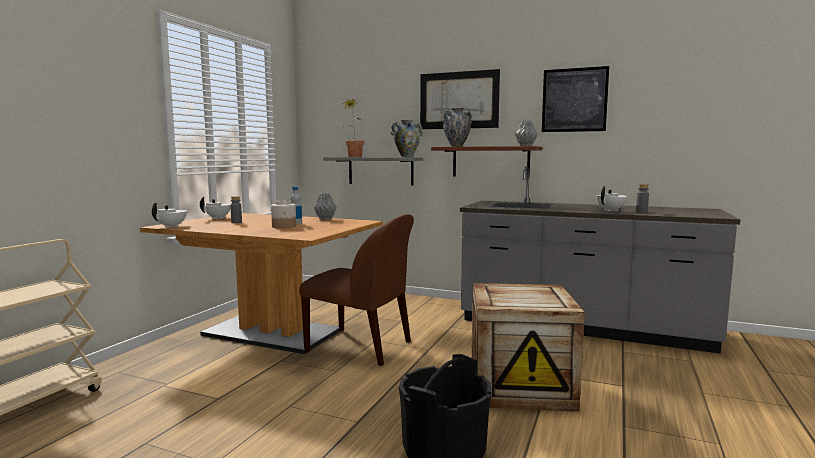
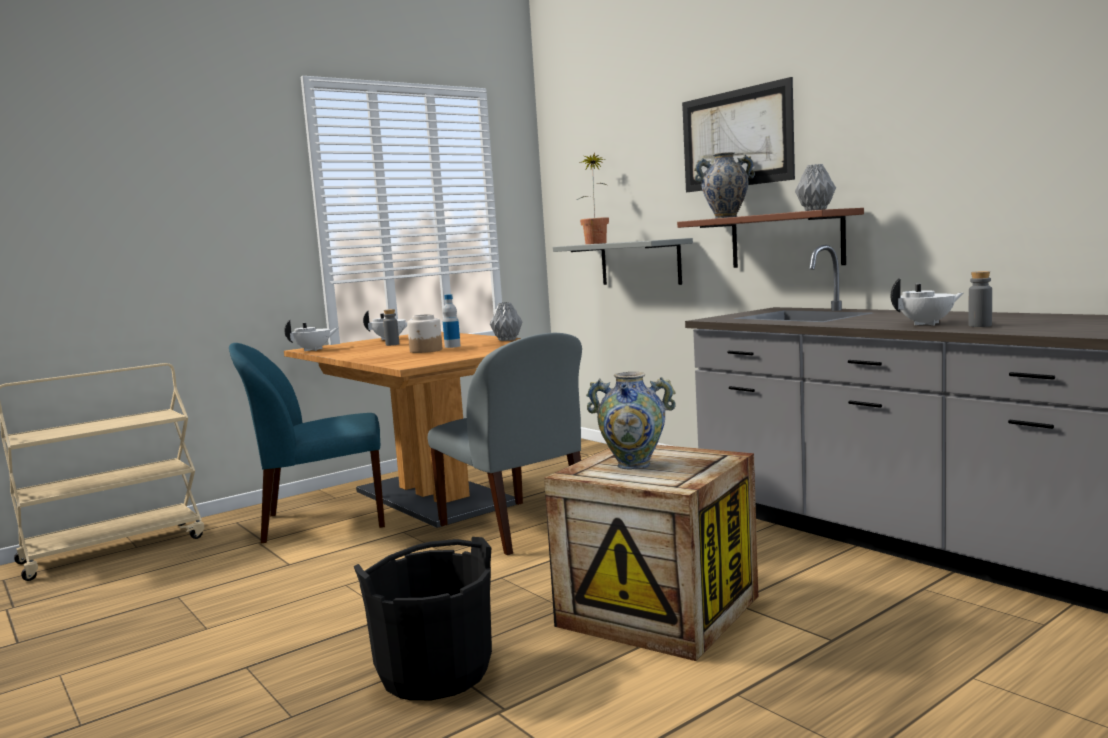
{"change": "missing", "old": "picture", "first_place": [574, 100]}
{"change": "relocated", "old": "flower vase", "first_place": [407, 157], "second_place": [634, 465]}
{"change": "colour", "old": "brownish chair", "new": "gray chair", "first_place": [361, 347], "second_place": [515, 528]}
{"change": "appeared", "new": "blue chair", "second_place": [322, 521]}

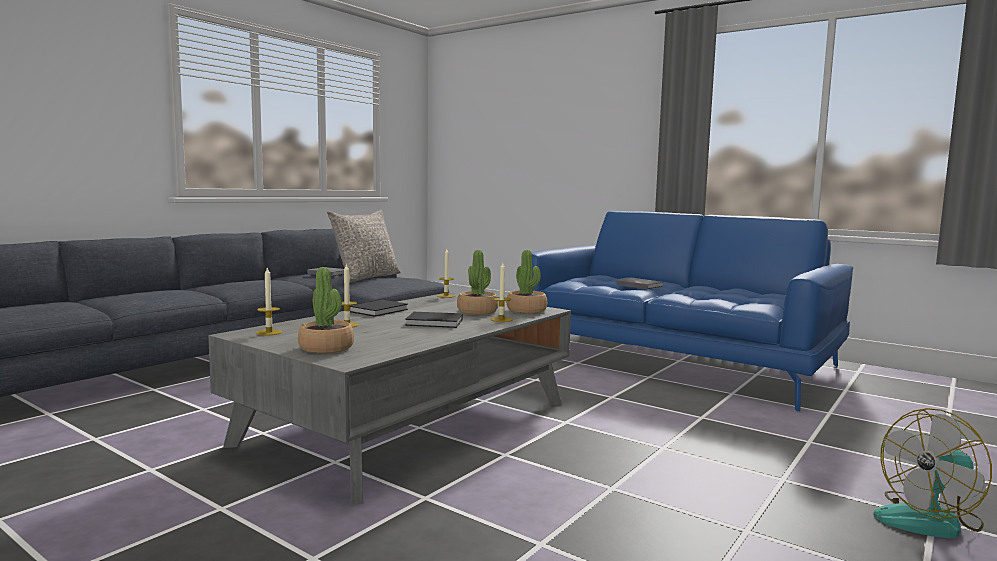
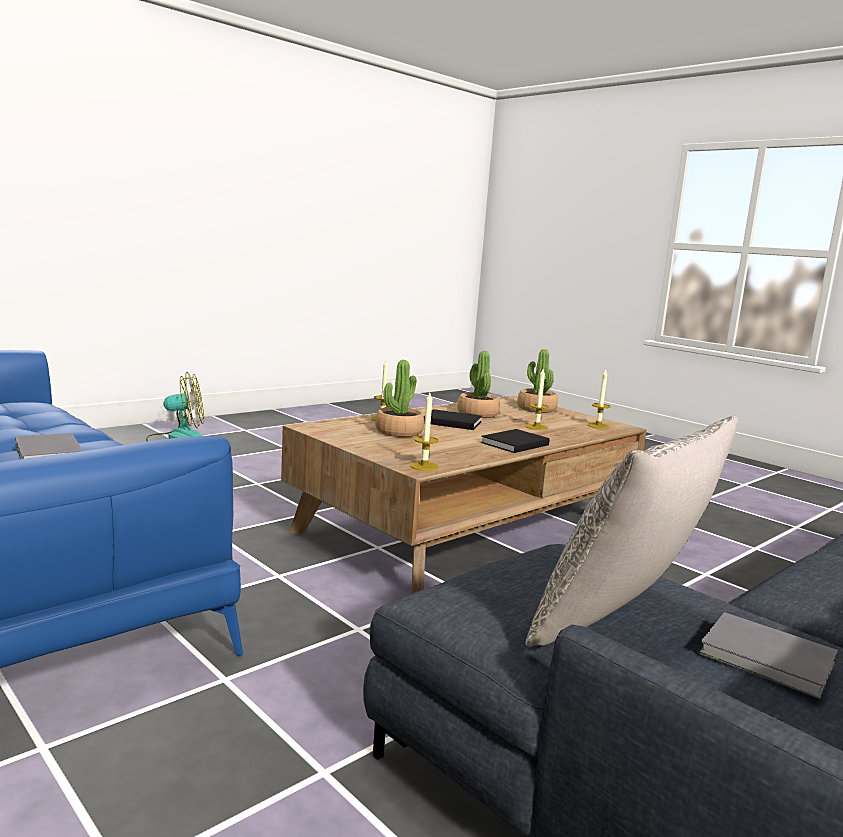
{"change": "relocated", "old": "houseplant", "first_place": [526, 310], "second_place": [477, 414]}
{"change": "colour", "old": "gray lounge table", "new": "brownish lounge table", "first_place": [411, 422], "second_place": [466, 529]}

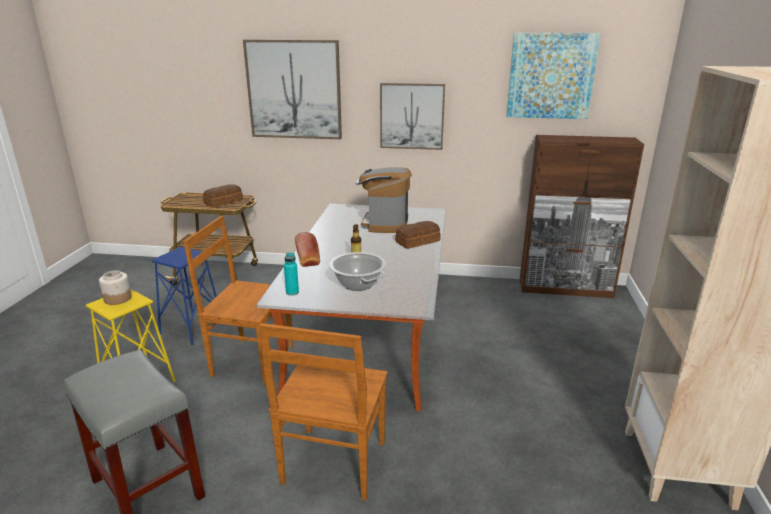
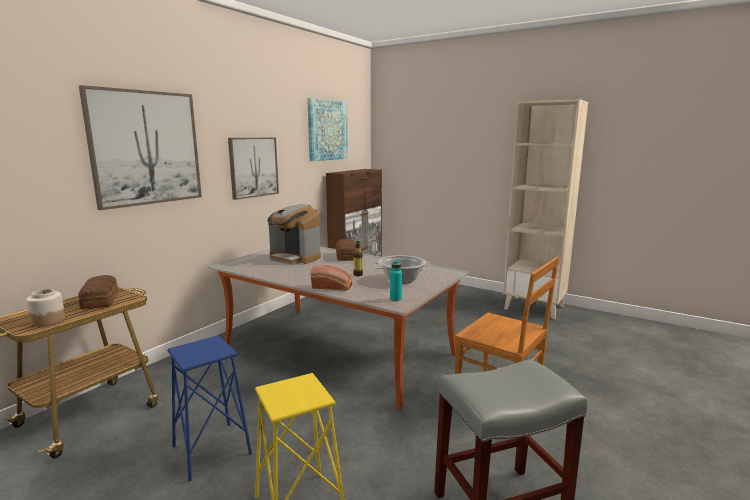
{"change": "missing", "old": "brownish chair", "first_place": [250, 360]}
{"change": "relocated", "old": "jar", "first_place": [118, 298], "second_place": [48, 321]}

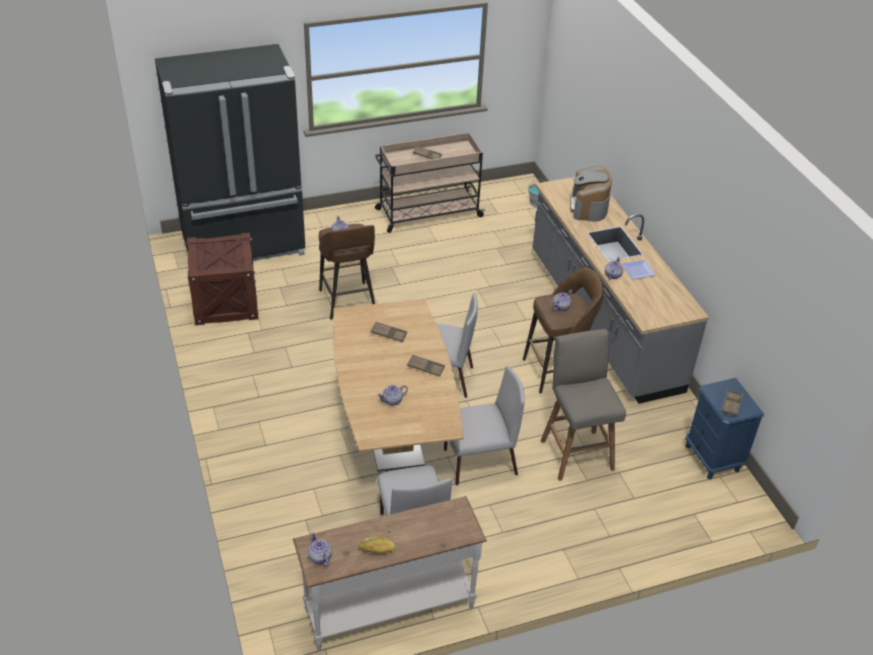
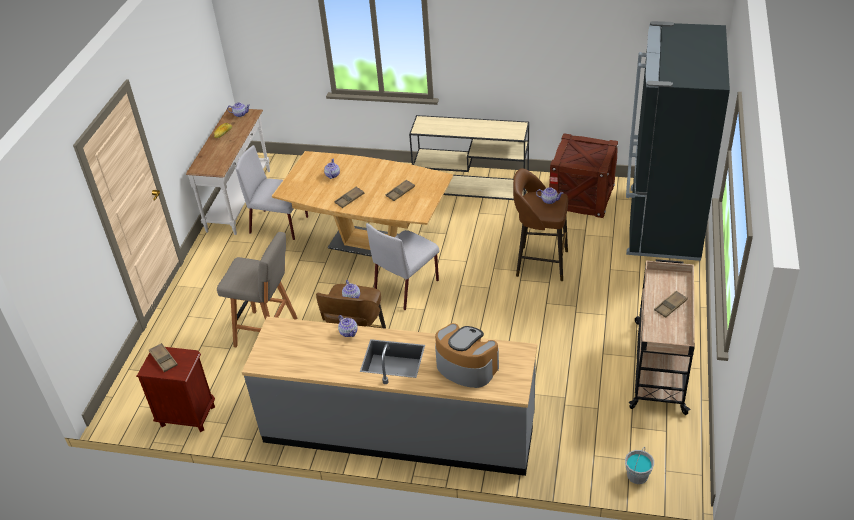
{"change": "missing", "old": "dinner plate", "first_place": [637, 270]}
{"change": "missing", "old": "gray chair", "first_place": [478, 462]}
{"change": "colour", "old": "blue night table", "new": "brownish night table", "first_place": [712, 458], "second_place": [187, 416]}
{"change": "appeared", "new": "beige-coloured console table", "second_place": [472, 186]}

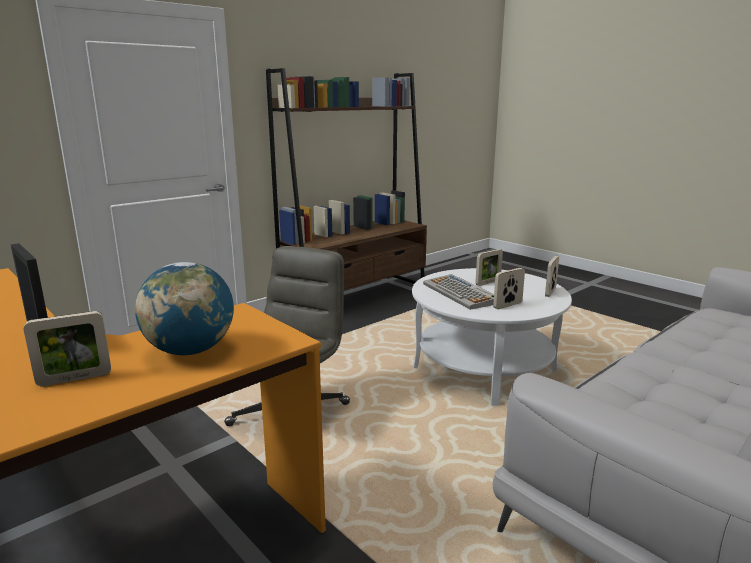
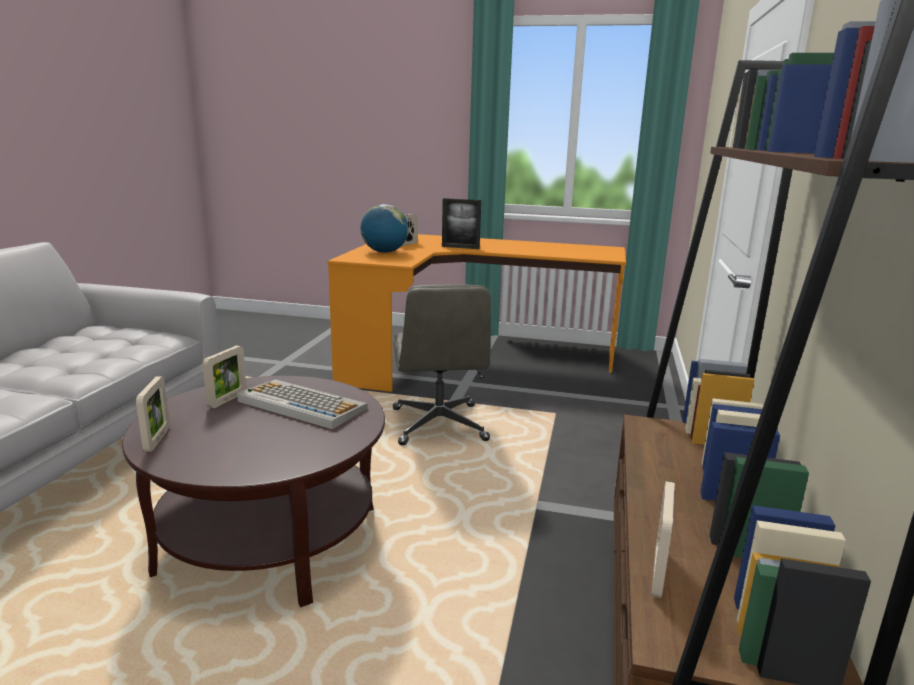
{"change": "relocated", "old": "photo frame", "first_place": [488, 283], "second_place": [658, 573]}
{"change": "colour", "old": "whitish lounge table", "new": "brownish lounge table", "first_place": [484, 369], "second_place": [270, 538]}

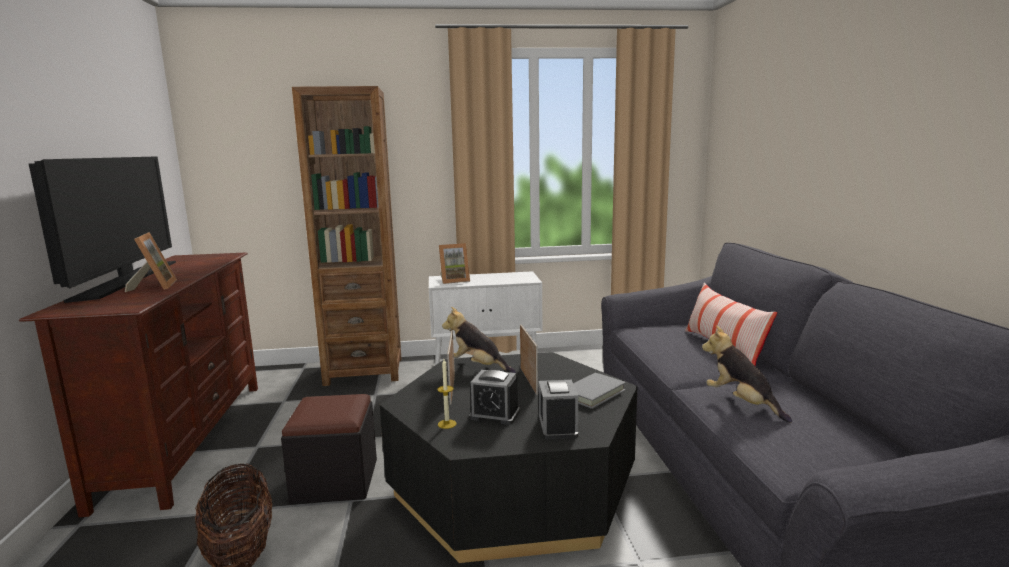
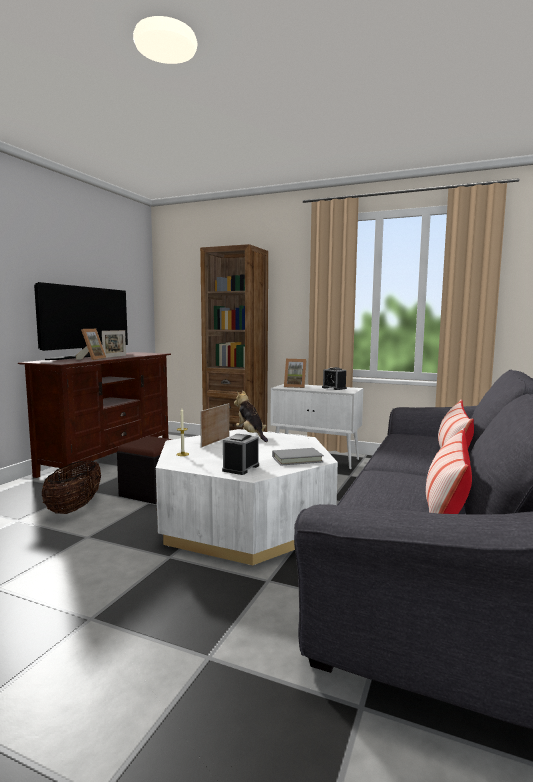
{"change": "relocated", "old": "photo frame", "first_place": [528, 381], "second_place": [114, 356]}
{"change": "missing", "old": "cuddly toy", "first_place": [742, 403]}
{"change": "colour", "old": "black lounge table", "new": "whitish lounge table", "first_place": [513, 486], "second_place": [245, 521]}
{"change": "relocated", "old": "alarm clock", "first_place": [494, 415], "second_place": [334, 388]}
{"change": "appeared", "new": "pillow", "second_place": [446, 508]}

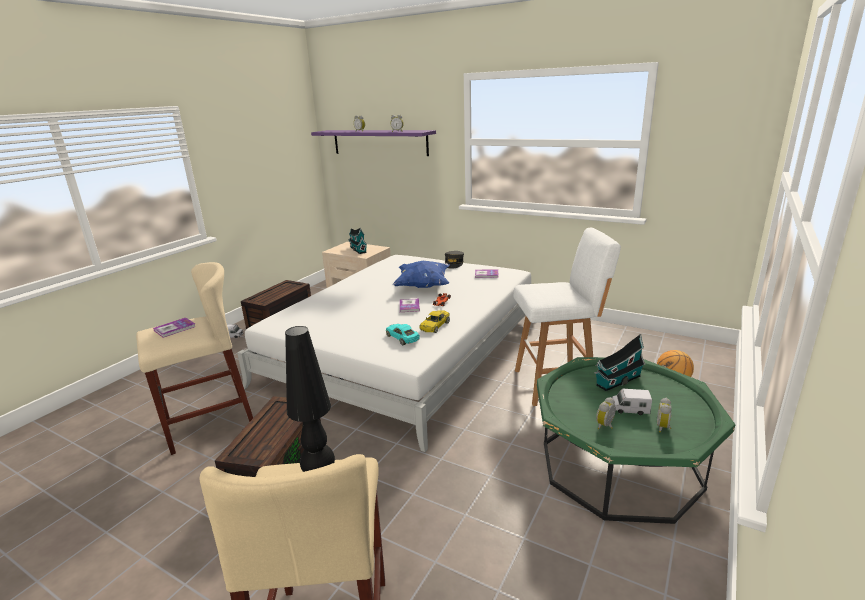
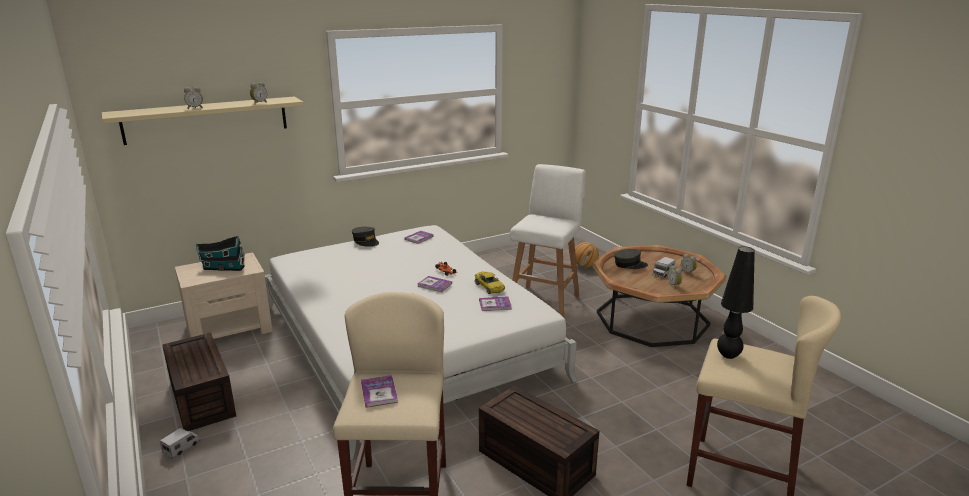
{"change": "colour", "old": "purple-coloured bracket shelf", "new": "beige-coloured bracket shelf", "first_place": [379, 142], "second_place": [206, 120]}
{"change": "missing", "old": "blue pillow", "first_place": [423, 286]}
{"change": "exchanged", "old": "turquoise toy car", "new": "book", "first_place": [402, 338], "second_place": [495, 305]}
{"change": "exchanged", "old": "model house", "new": "gray baseball cap", "first_place": [617, 381], "second_place": [629, 264]}
{"change": "colour", "old": "green lounge table", "new": "brownish lounge table", "first_place": [619, 465], "second_place": [652, 319]}

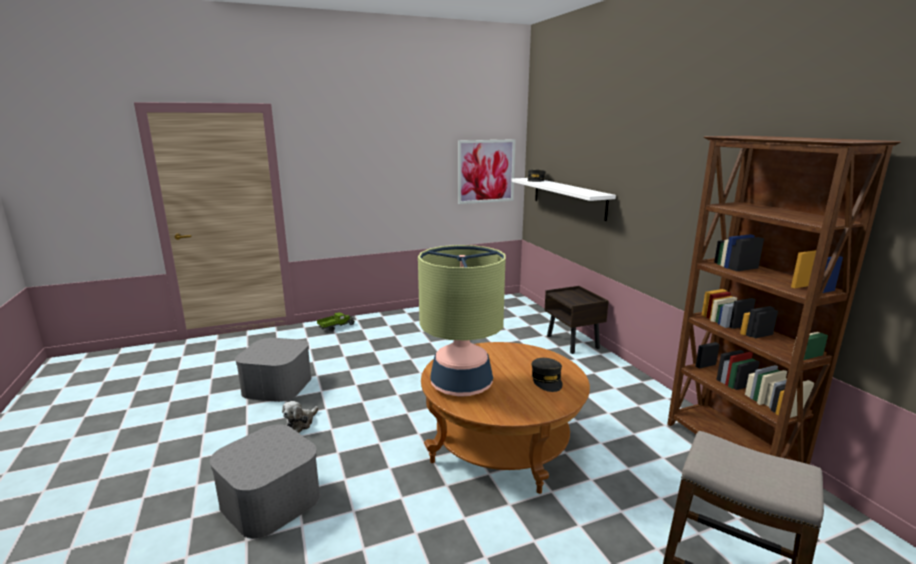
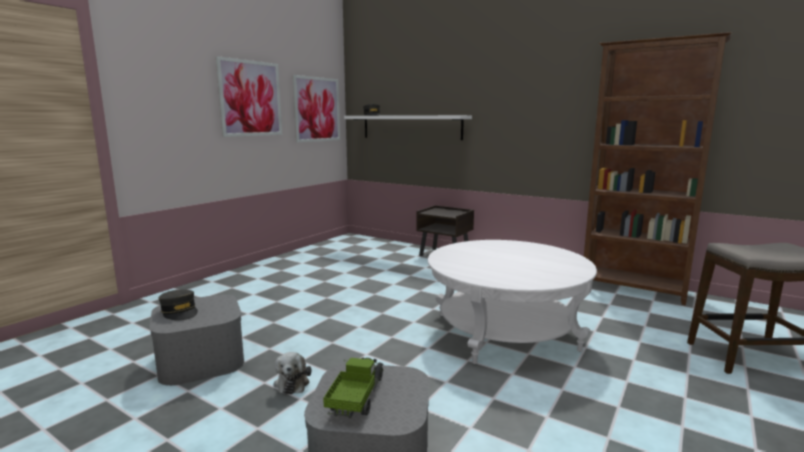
{"change": "missing", "old": "lamp for a table", "first_place": [462, 385]}
{"change": "relocated", "old": "model truck", "first_place": [336, 327], "second_place": [356, 398]}
{"change": "colour", "old": "brownish lounge table", "new": "whitish lounge table", "first_place": [502, 444], "second_place": [505, 332]}
{"change": "relocated", "old": "gray baseball cap", "first_place": [547, 380], "second_place": [180, 312]}
{"change": "appeared", "new": "picture", "second_place": [250, 98]}

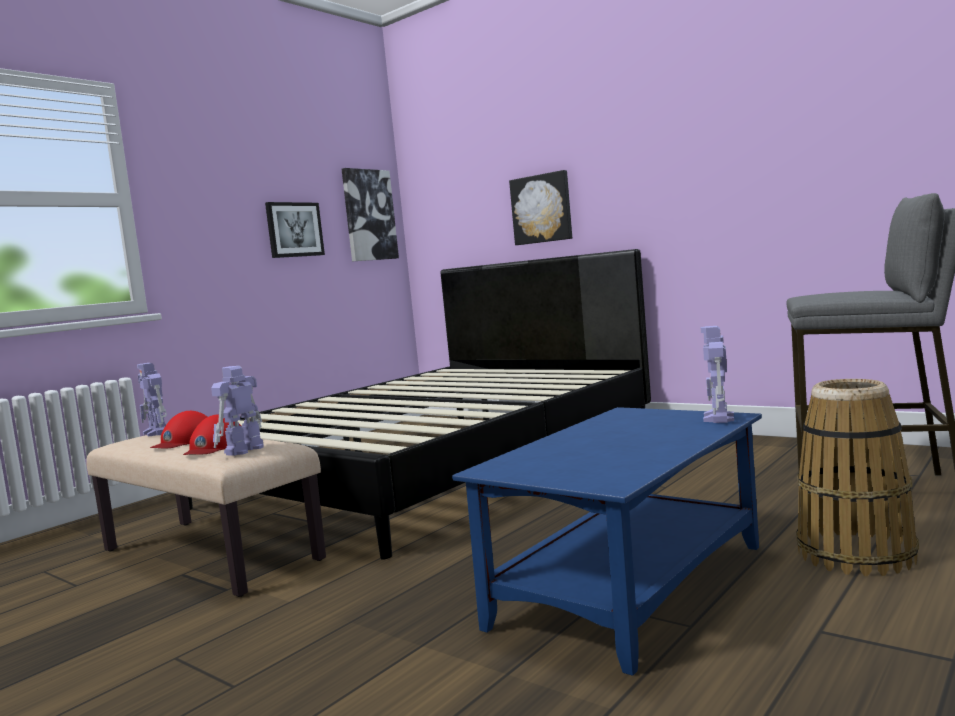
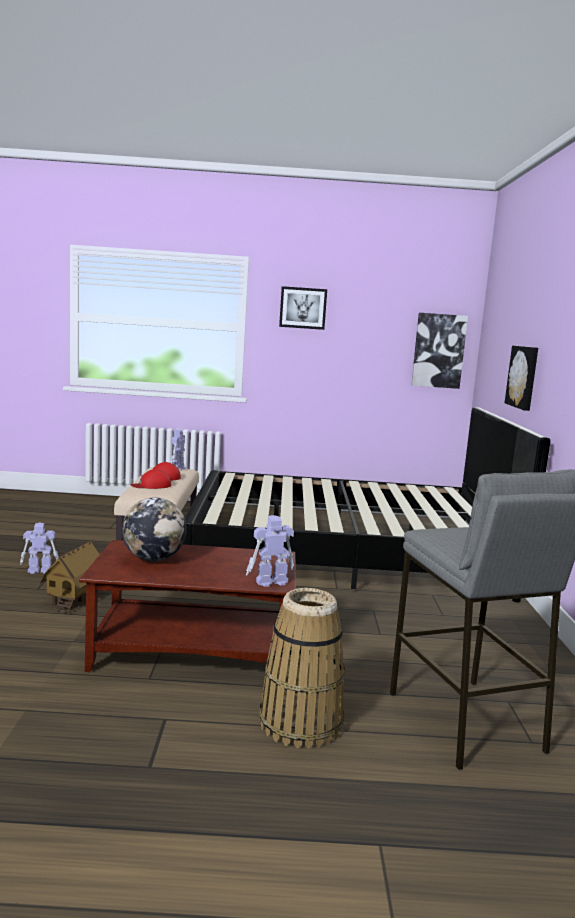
{"change": "relocated", "old": "picture", "first_place": [294, 229], "second_place": [303, 308]}
{"change": "relocated", "old": "model robot", "first_place": [243, 450], "second_place": [39, 570]}
{"change": "colour", "old": "blue lounge table", "new": "brownish lounge table", "first_place": [630, 587], "second_place": [190, 652]}
{"change": "appeared", "new": "world globe", "second_place": [153, 559]}
{"change": "appeared", "new": "model house", "second_place": [75, 599]}

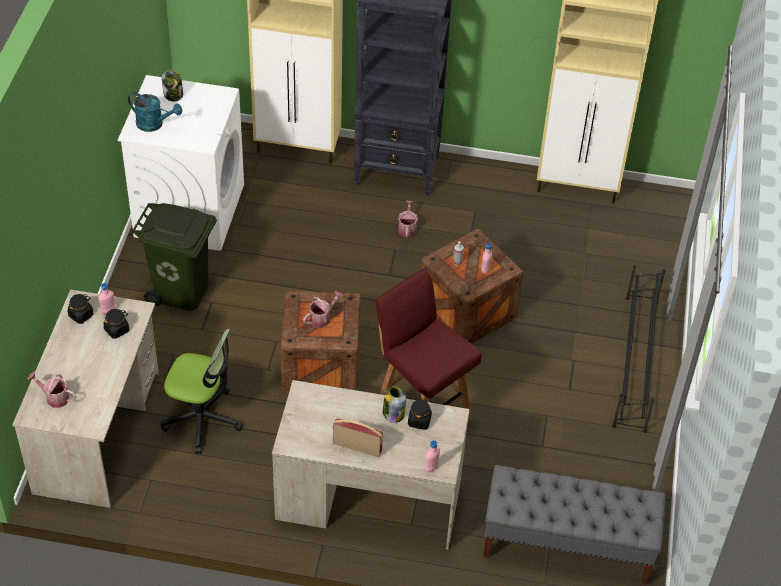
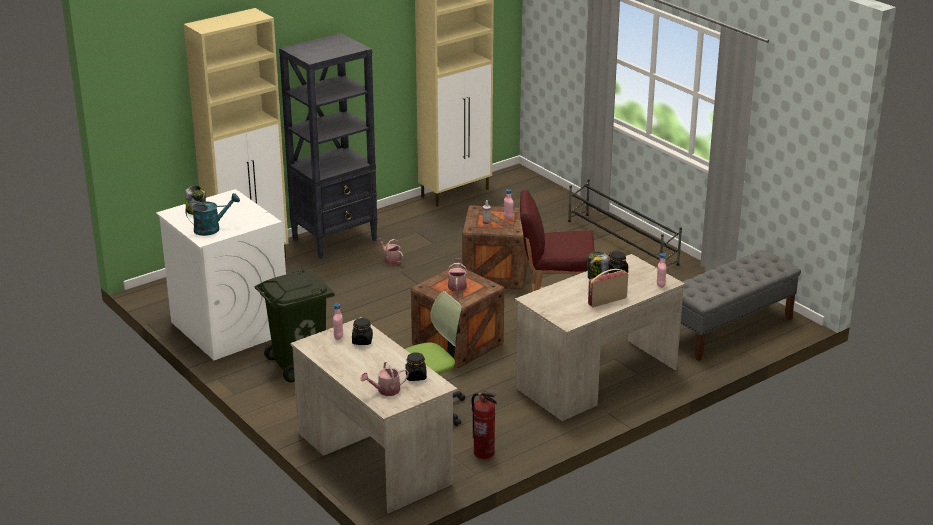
{"change": "relocated", "old": "black jar", "first_place": [81, 315], "second_place": [415, 376]}
{"change": "appeared", "new": "fire-fighting cylinder", "second_place": [484, 453]}

